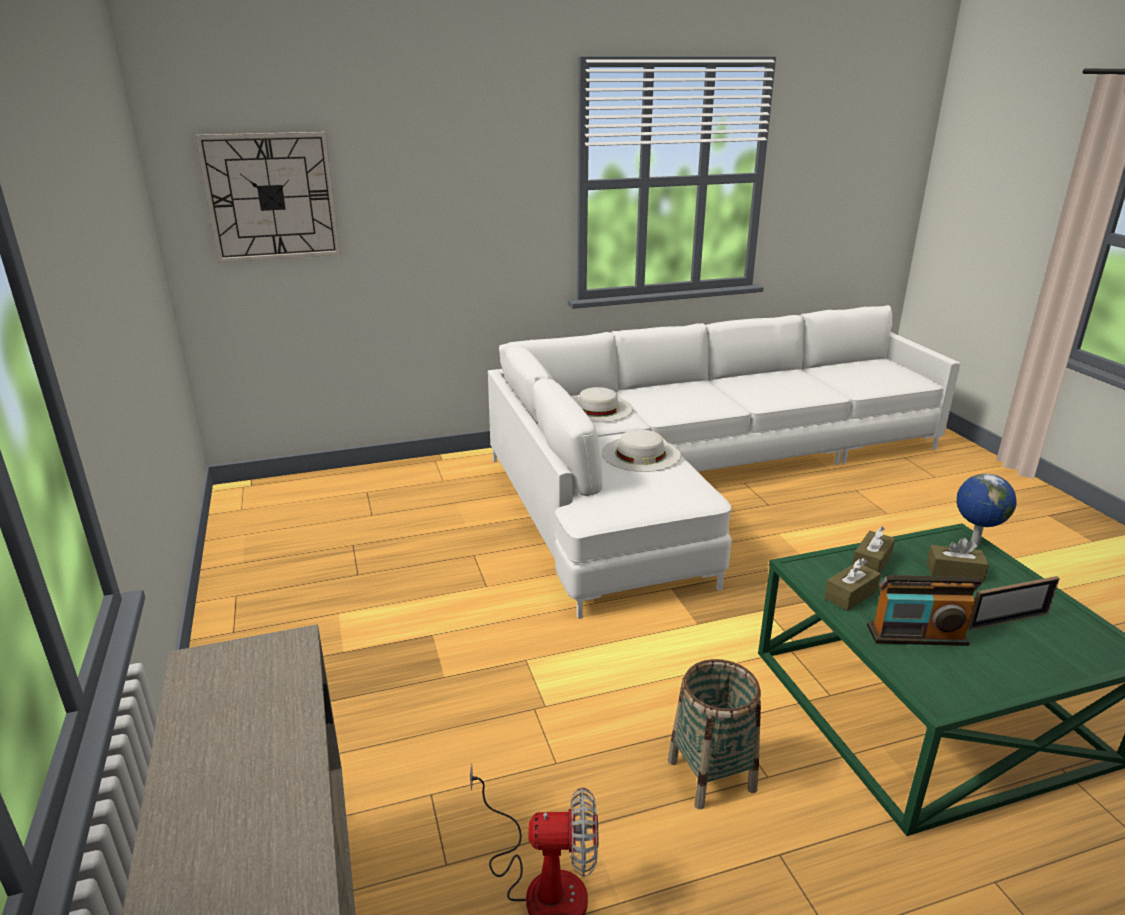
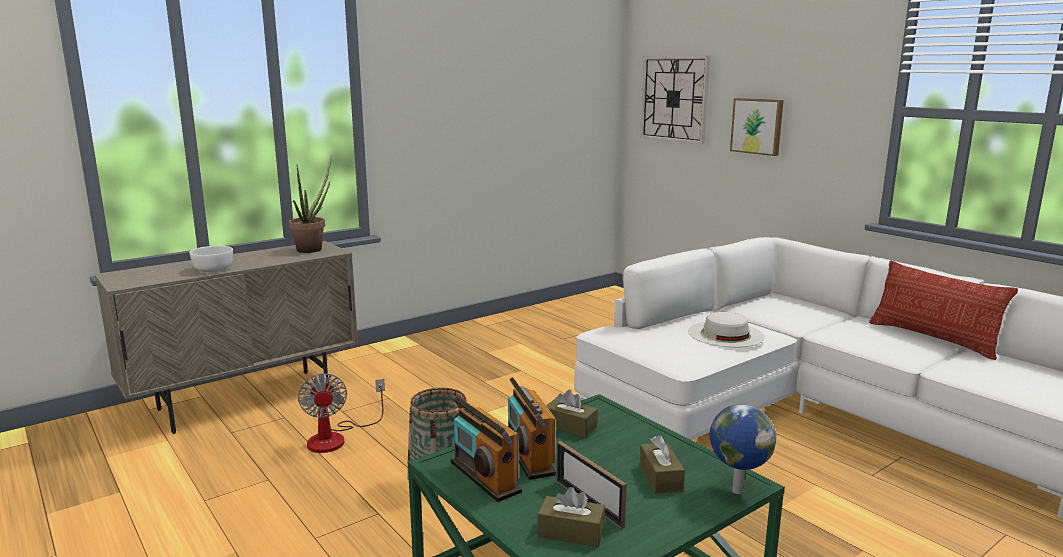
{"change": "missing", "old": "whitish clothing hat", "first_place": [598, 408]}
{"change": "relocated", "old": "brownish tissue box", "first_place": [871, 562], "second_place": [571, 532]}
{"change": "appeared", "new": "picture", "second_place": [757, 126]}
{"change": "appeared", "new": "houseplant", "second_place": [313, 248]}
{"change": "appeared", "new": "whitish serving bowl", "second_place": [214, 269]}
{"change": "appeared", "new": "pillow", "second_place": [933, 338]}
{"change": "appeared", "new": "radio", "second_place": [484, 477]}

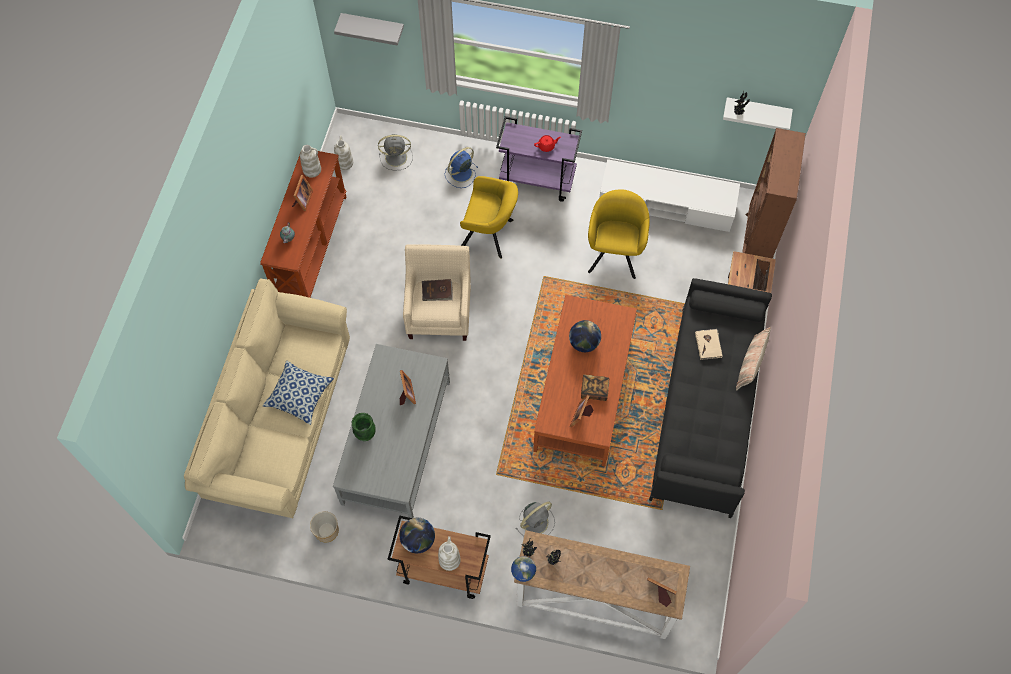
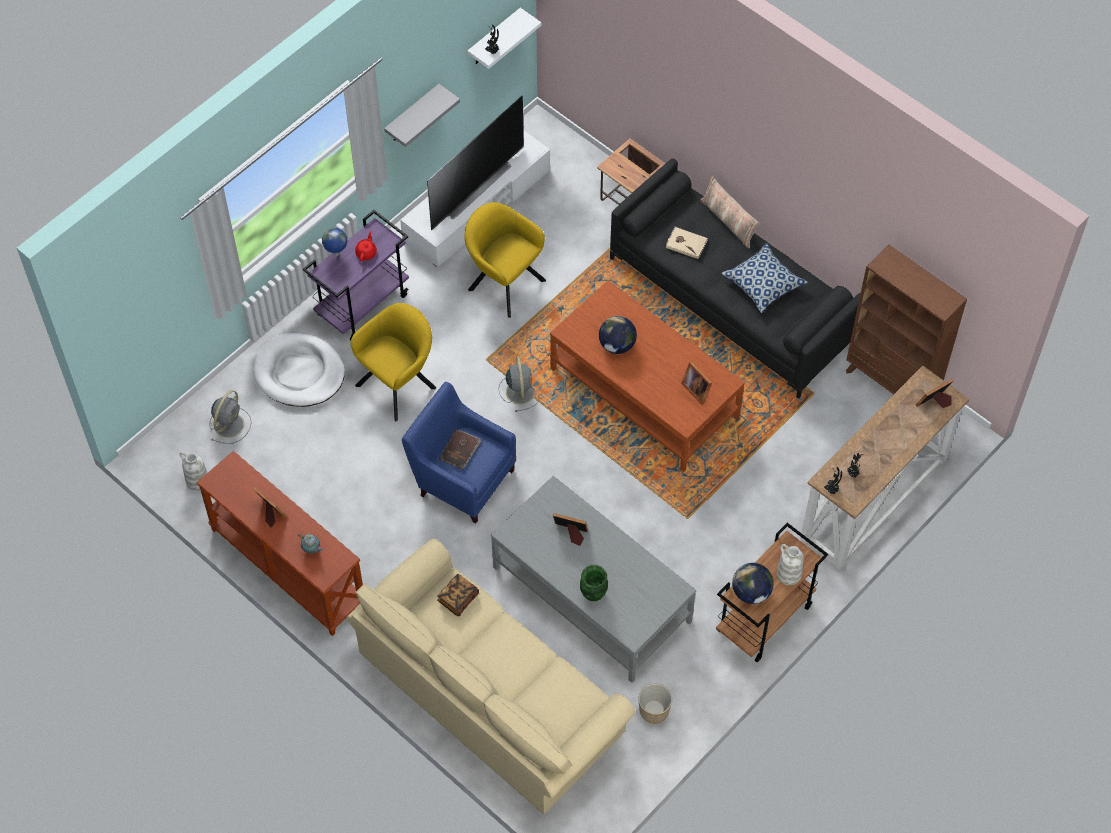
{"change": "relocated", "old": "gray bracket shelf", "first_place": [373, 26], "second_place": [412, 114]}
{"change": "relocated", "old": "brownish bookshelf", "first_place": [755, 244], "second_place": [890, 386]}
{"change": "missing", "old": "whitish flower vase", "first_place": [312, 169]}
{"change": "exchanged", "old": "blue electric fan", "new": "whitish dog bed", "first_place": [460, 174], "second_place": [299, 373]}
{"change": "colour", "old": "beige-coloured armchair", "new": "blue armchair", "first_place": [440, 312], "second_place": [462, 478]}
{"change": "relocated", "old": "pillow", "first_place": [299, 396], "second_place": [763, 284]}
{"change": "relocated", "old": "book", "first_place": [594, 390], "second_place": [458, 599]}
{"change": "relocated", "old": "gray electric fan", "first_place": [536, 521], "second_place": [520, 391]}
{"change": "relocated", "old": "world globe", "first_place": [522, 575], "second_place": [336, 255]}
{"change": "appeared", "new": "TV set", "second_place": [473, 186]}

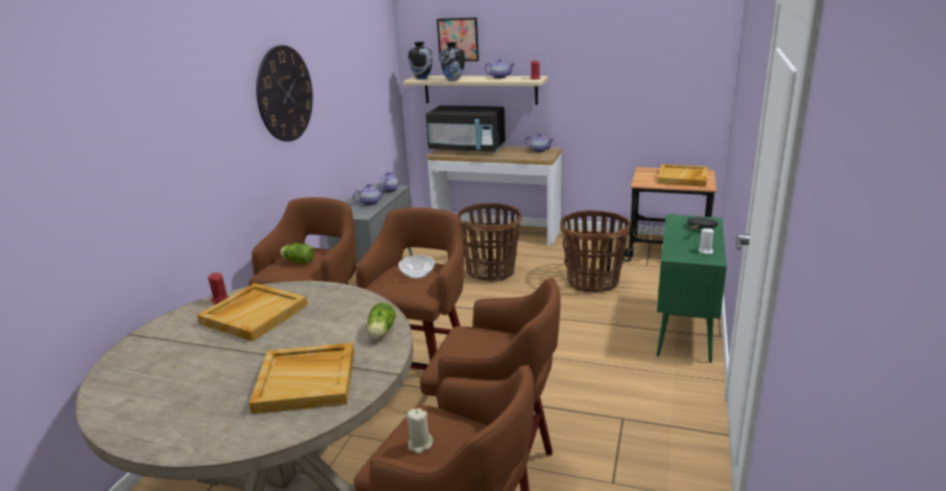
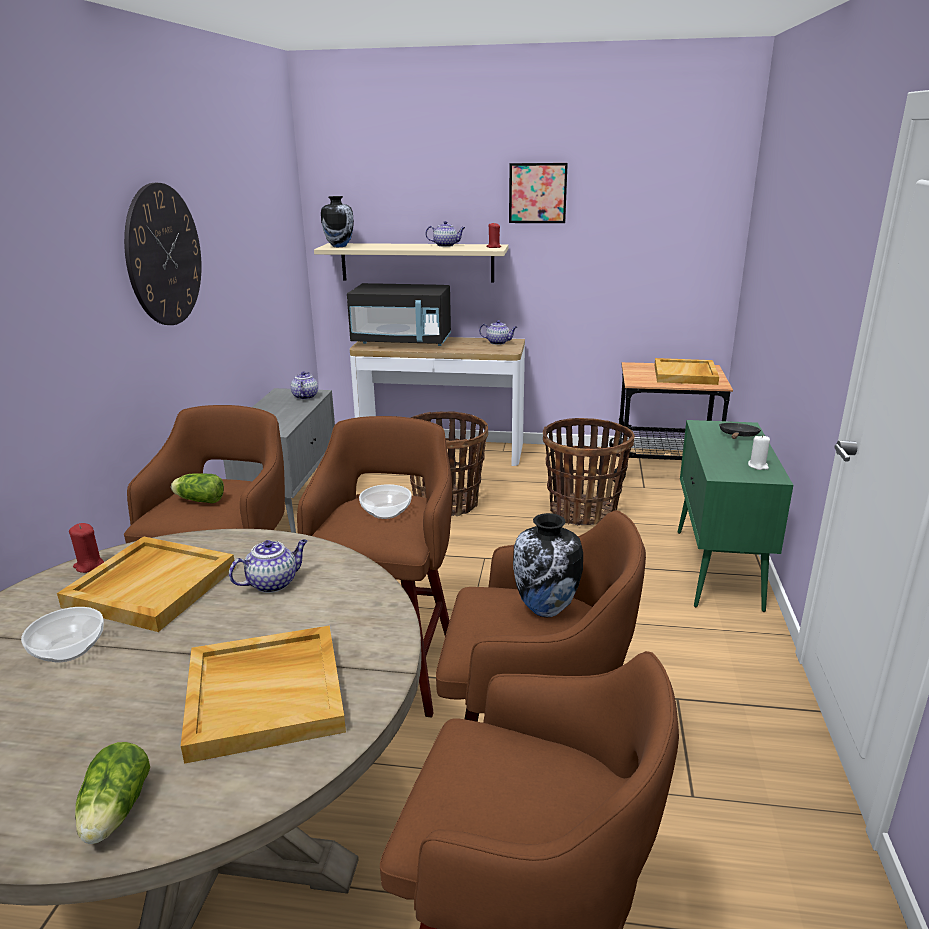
{"change": "relocated", "old": "picture", "first_place": [458, 39], "second_place": [537, 193]}
{"change": "relocated", "old": "flower vase", "first_place": [453, 80], "second_place": [546, 609]}
{"change": "relocated", "old": "tea pot", "first_place": [370, 203], "second_place": [273, 583]}
{"change": "relocated", "old": "lettuce", "first_place": [381, 333], "second_place": [114, 813]}
{"change": "missing", "old": "beige-coloured wax candle", "first_place": [420, 444]}
{"change": "appeared", "new": "serving bowl", "second_place": [70, 649]}

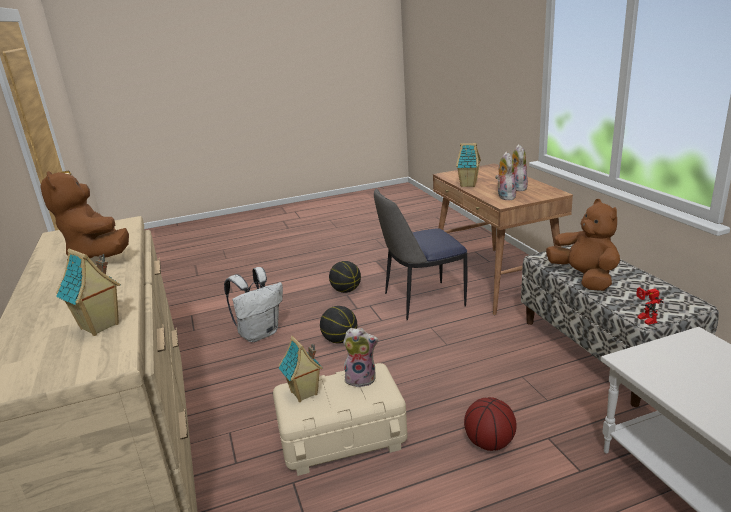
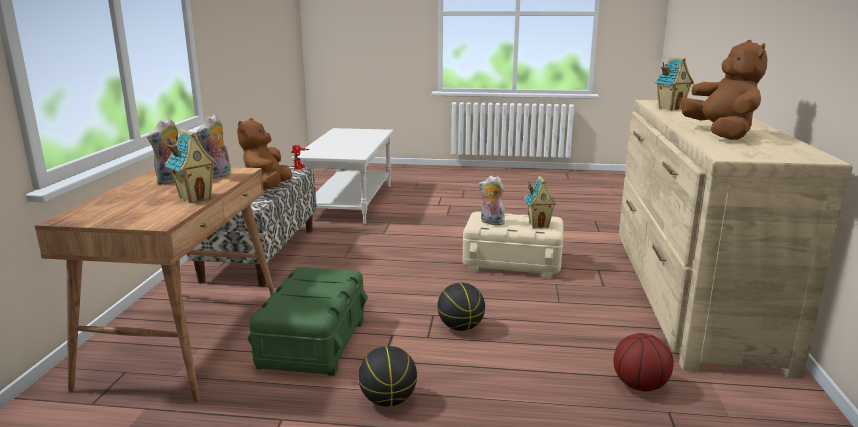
{"change": "exchanged", "old": "chair", "new": "green storage bin", "first_place": [421, 300], "second_place": [314, 343]}
{"change": "missing", "old": "whitish backpack", "first_place": [259, 333]}
{"change": "relocated", "old": "basketball", "first_place": [489, 443], "second_place": [640, 386]}

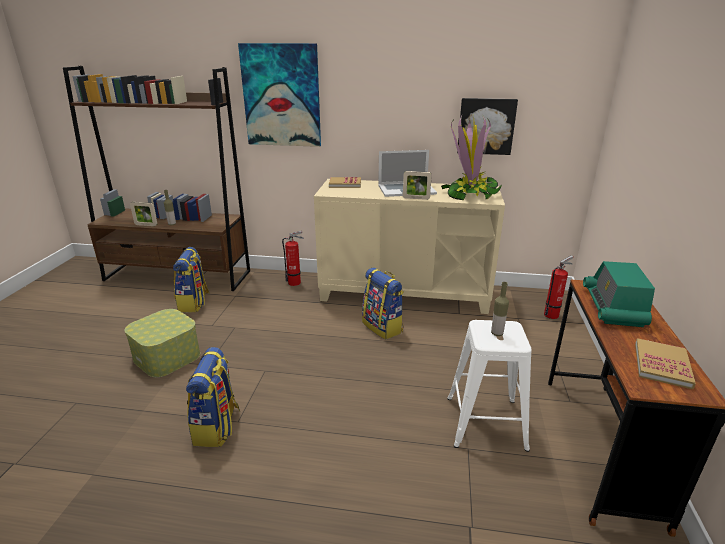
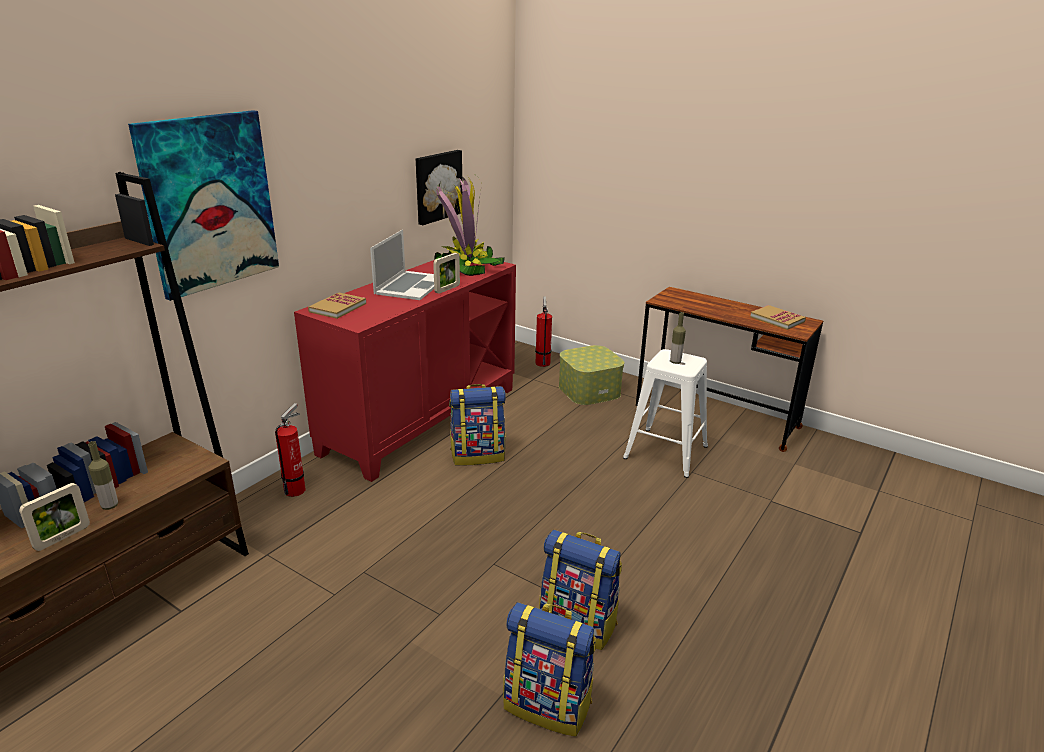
{"change": "colour", "old": "beige-coloured cabinet", "new": "red cabinet", "first_place": [404, 293], "second_place": [421, 419]}
{"change": "relocated", "old": "backpack", "first_place": [194, 303], "second_place": [548, 705]}
{"change": "missing", "old": "radio", "first_place": [613, 307]}
{"change": "relocated", "old": "storage bin", "first_place": [167, 356], "second_place": [589, 390]}

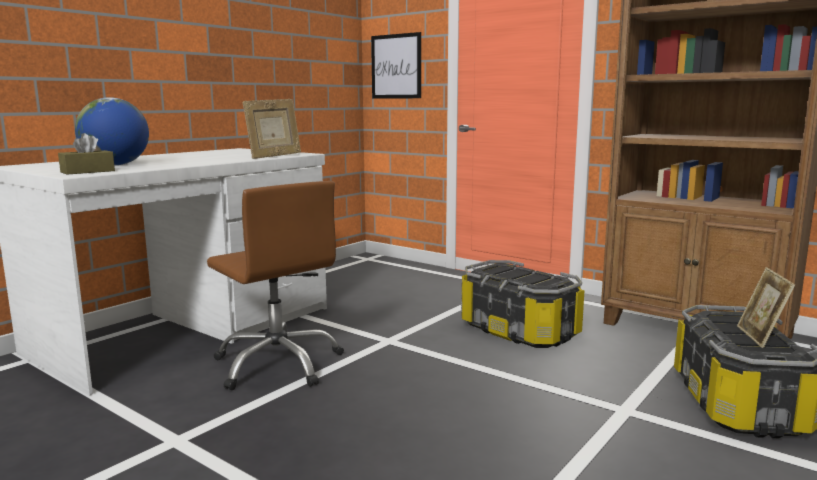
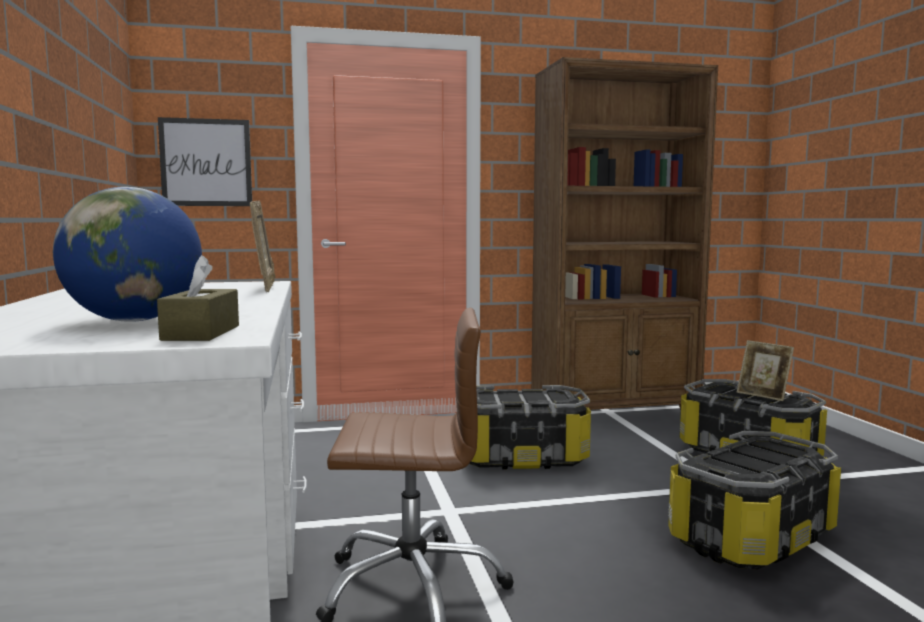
{"change": "appeared", "new": "storage bin", "second_place": [750, 537]}

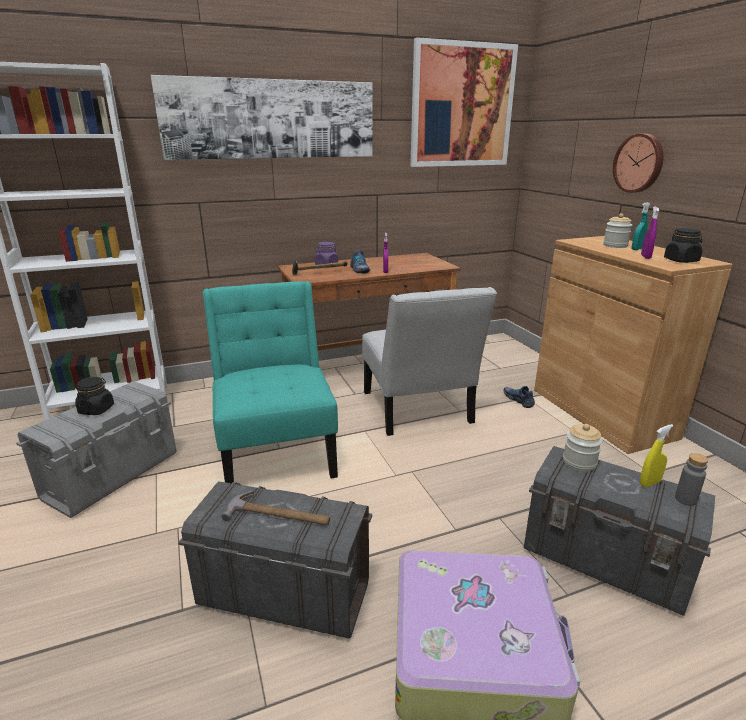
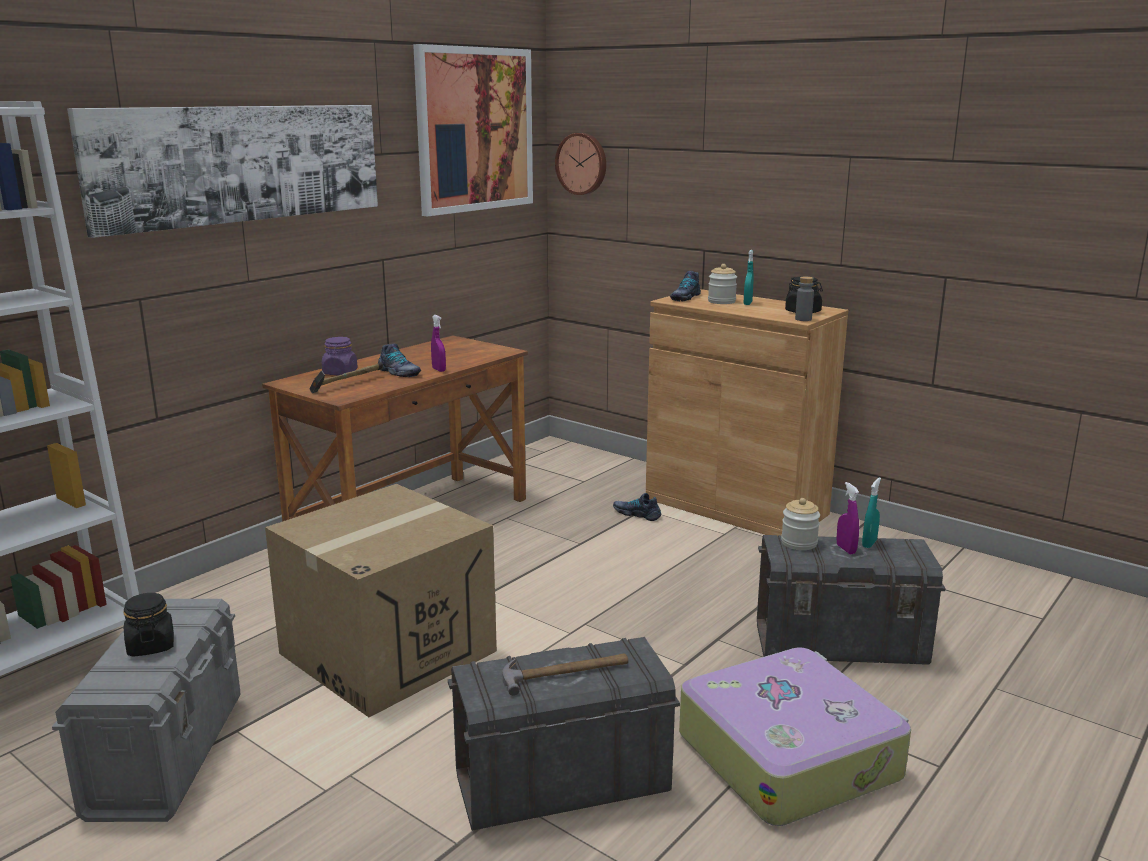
{"change": "relocated", "old": "hanging clock", "first_place": [639, 163], "second_place": [582, 163]}
{"change": "relocated", "old": "purple-coloured spray bottle", "first_place": [645, 257], "second_place": [846, 549]}
{"change": "exchanged", "old": "turquoise chair", "new": "packing box", "first_place": [277, 450], "second_place": [388, 652]}
{"change": "missing", "old": "whitish chair", "first_place": [418, 411]}
{"change": "colour", "old": "yellow spray bottle", "new": "turquoise spray bottle", "first_place": [649, 483], "second_place": [869, 543]}
{"change": "relocated", "old": "gray bottle", "first_place": [685, 499], "second_place": [803, 319]}
{"change": "appeared", "new": "low shoe", "second_place": [684, 297]}

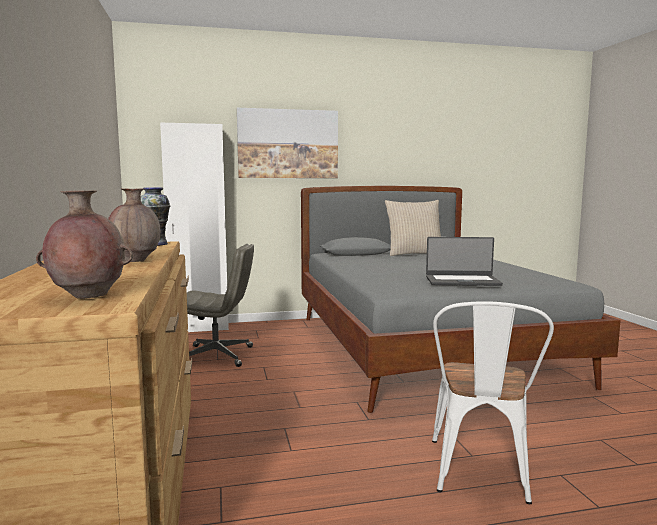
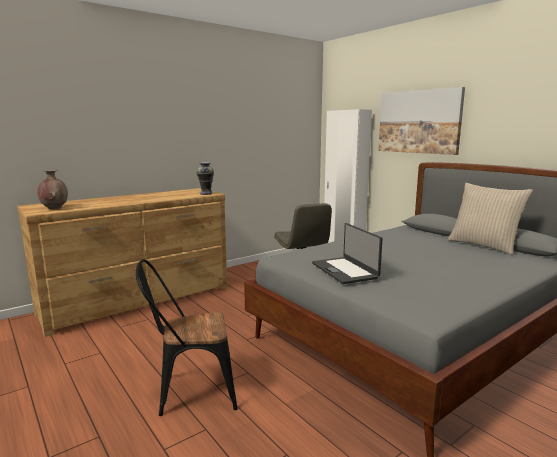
{"change": "missing", "old": "brownish flower vase", "first_place": [135, 261]}
{"change": "colour", "old": "whitish chair", "new": "black chair", "first_place": [480, 475], "second_place": [190, 392]}

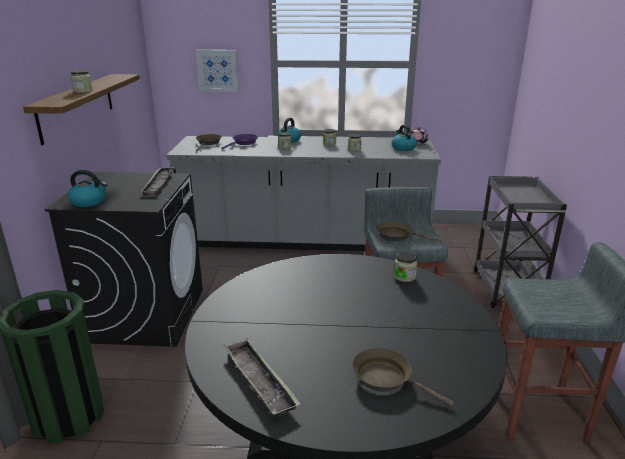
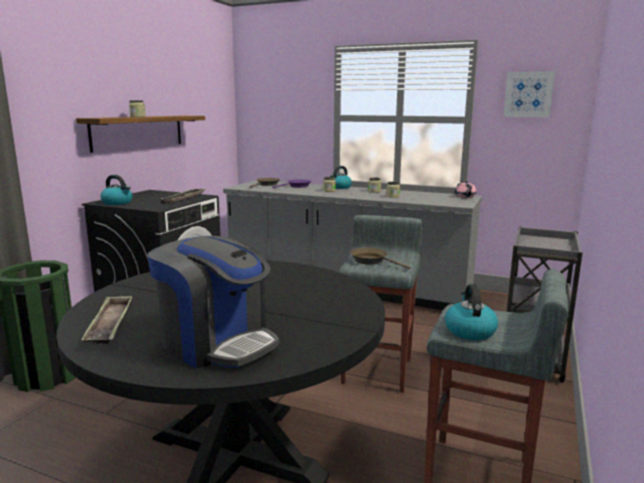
{"change": "relocated", "old": "picture", "first_place": [218, 70], "second_place": [528, 94]}
{"change": "relocated", "old": "water kettle", "first_place": [403, 148], "second_place": [469, 331]}
{"change": "missing", "old": "jar", "first_place": [404, 276]}
{"change": "exchanged", "old": "brownish frying pan", "new": "coffee machine", "first_place": [386, 378], "second_place": [217, 343]}

